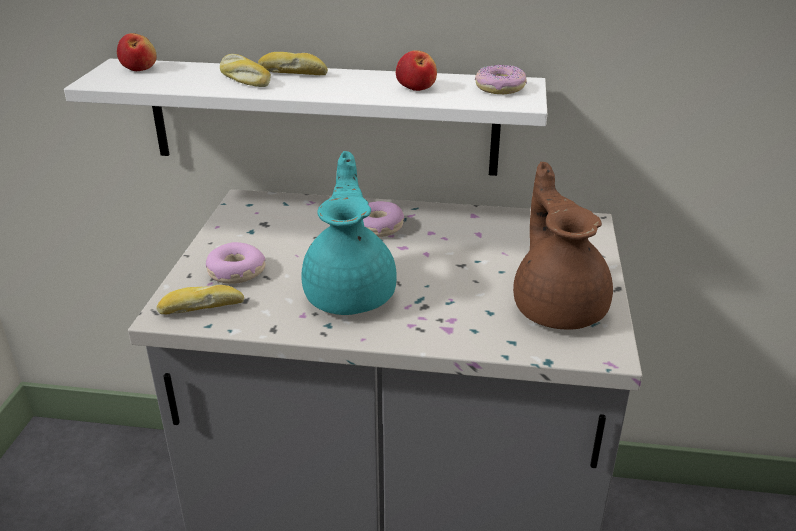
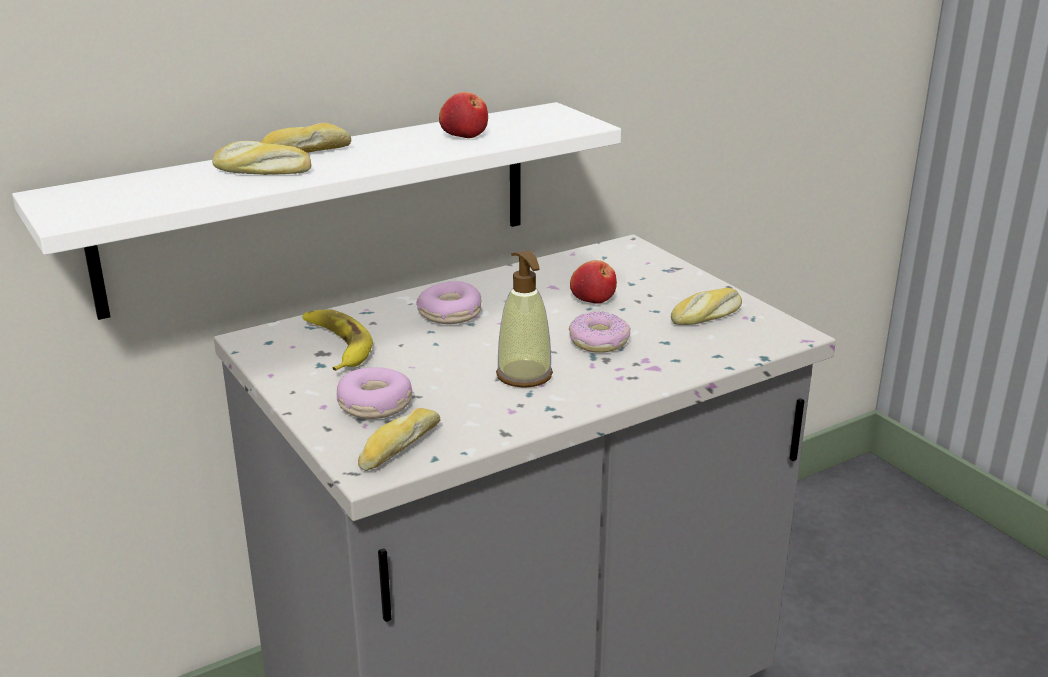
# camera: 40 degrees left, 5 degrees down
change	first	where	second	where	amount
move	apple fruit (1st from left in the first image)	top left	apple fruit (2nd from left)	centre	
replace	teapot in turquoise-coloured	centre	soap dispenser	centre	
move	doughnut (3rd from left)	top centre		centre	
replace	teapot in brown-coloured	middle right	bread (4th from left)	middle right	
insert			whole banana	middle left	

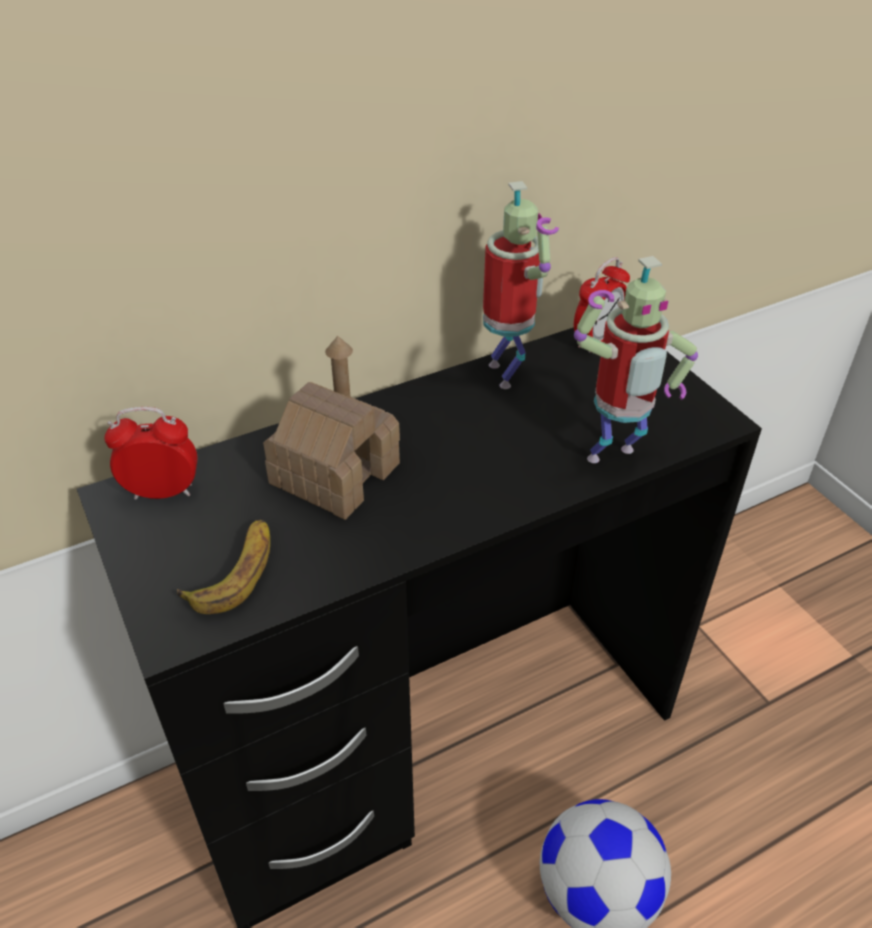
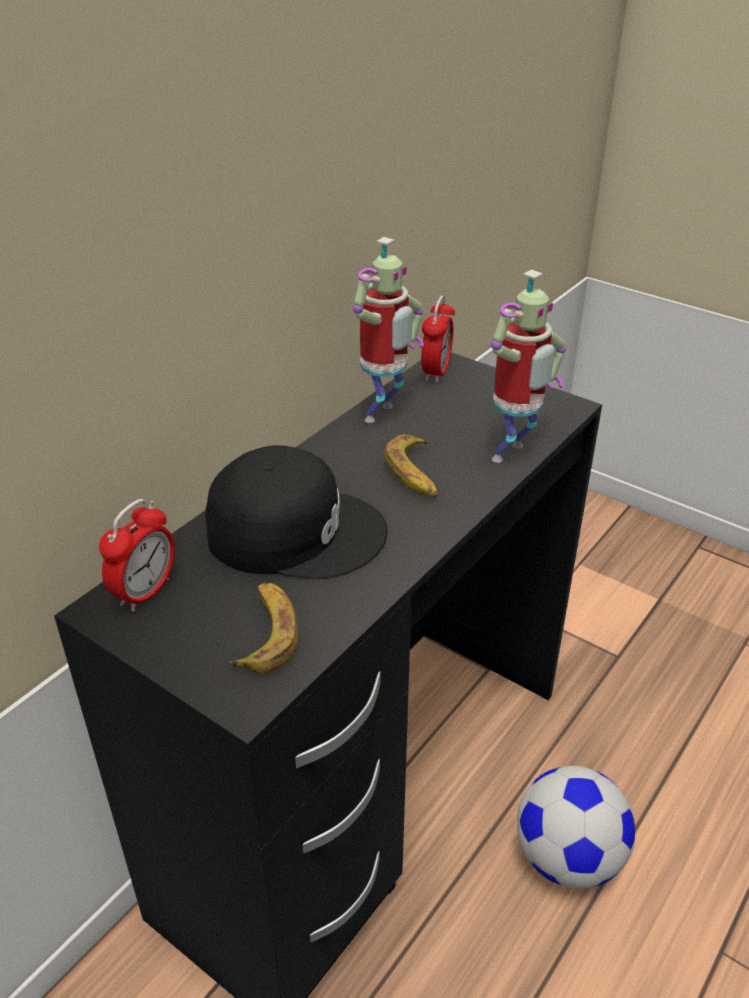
# camera: 25 degrees left, 5 degrees down
change	first	where	second	where	amount
rotate	alarm clock (1st from left)	middle left		middle left	150 degrees clockwise
replace	miniature house	centre	cap in blackish	centre	
rotate	model robot (1st from left)	top centre		top centre	75 degrees clockwise
insert			whole banana (2nd from left)	centre	

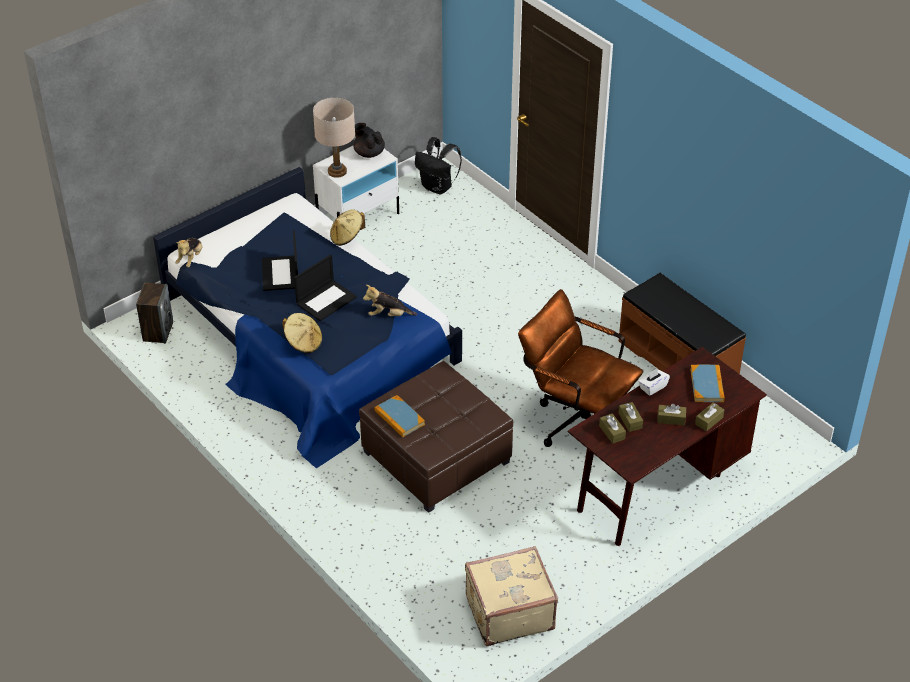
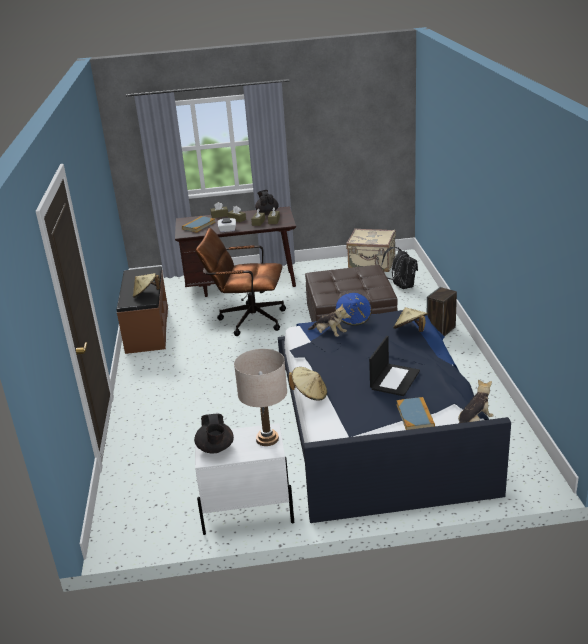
# camera: 145 degrees left, 15 degrees down
change	first	where	second	where	amount
move	speaker	middle left		middle right	
delete	portable computer (2nd from left)	centre			
move	book (1st from left in the first image)	centre	book (2nd from left)	middle right	
move	rucksack in blackish	top centre		middle right	
rotate	desk chair in brown-coloured	centre		centre	120 degrees clockwise
insert			wearable hat in beige (1st from left)	middle left	
insert			teapot in blackish (2nd from left)	top centre	
insert			wearable hat in blue-coloured	centre	

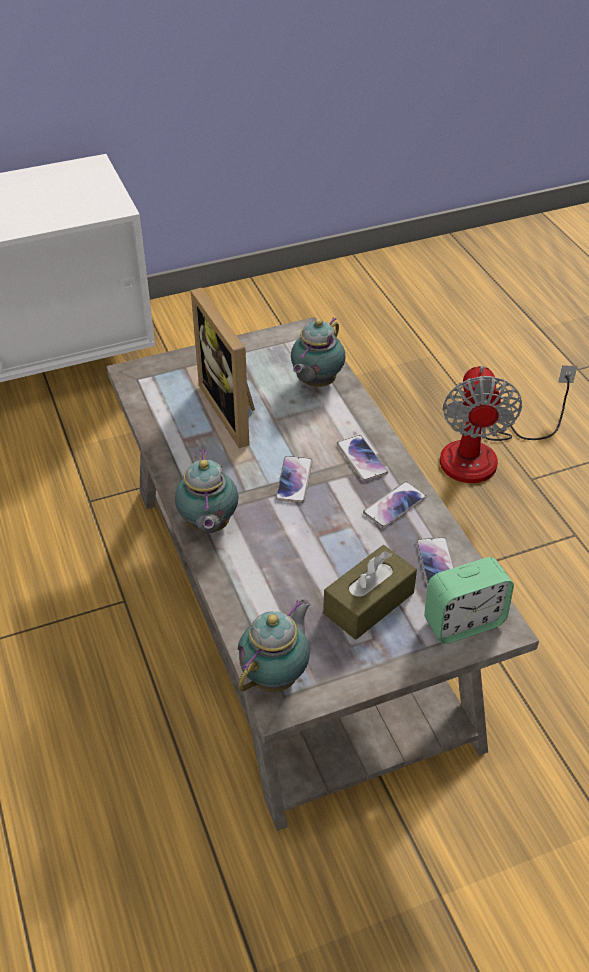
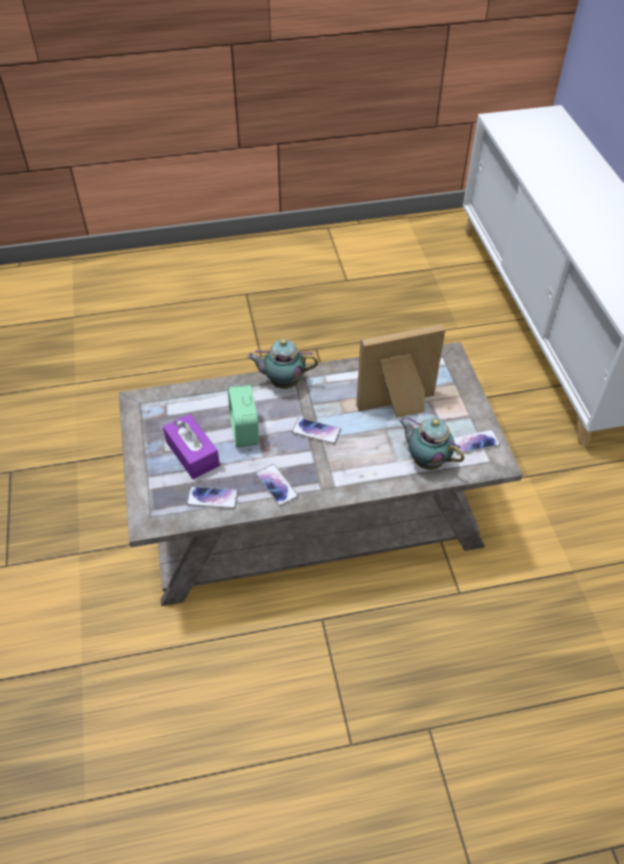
# camera: 100 degrees right, 5 degrees up
change	first	where	second	where	amount
delete	teapot (2nd from left)	centre			
recolor	tissue holder in brown-coloured	centre	tissue holder in purple	middle left	
move	telephone (2nd from left in the first image)	centre	telephone (4th from left)	middle right	
move	alarm clock	middle right		centre	
delete	electric fan	middle right			

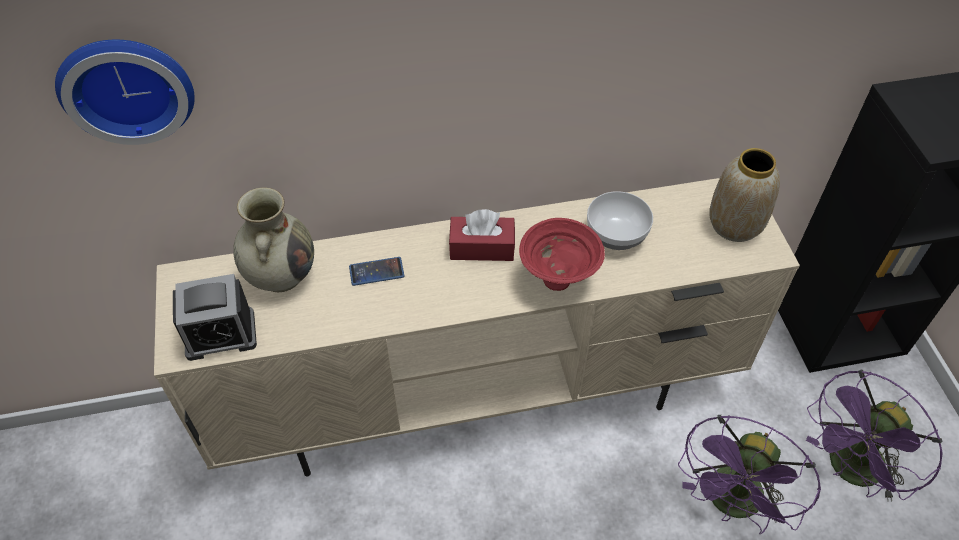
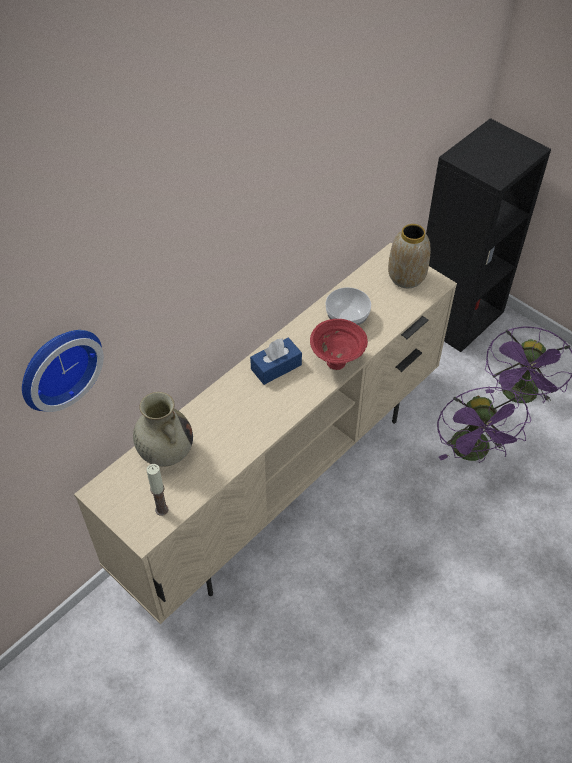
# camera: 35 degrees left, 0 degrees up
change	first	where	second	where	amount
replace	alarm clock	middle left	wax light	middle left	
delete	telephone	centre			
recolor	tissue holder in red-coloured	centre	tissue holder in blue-coloured	centre	

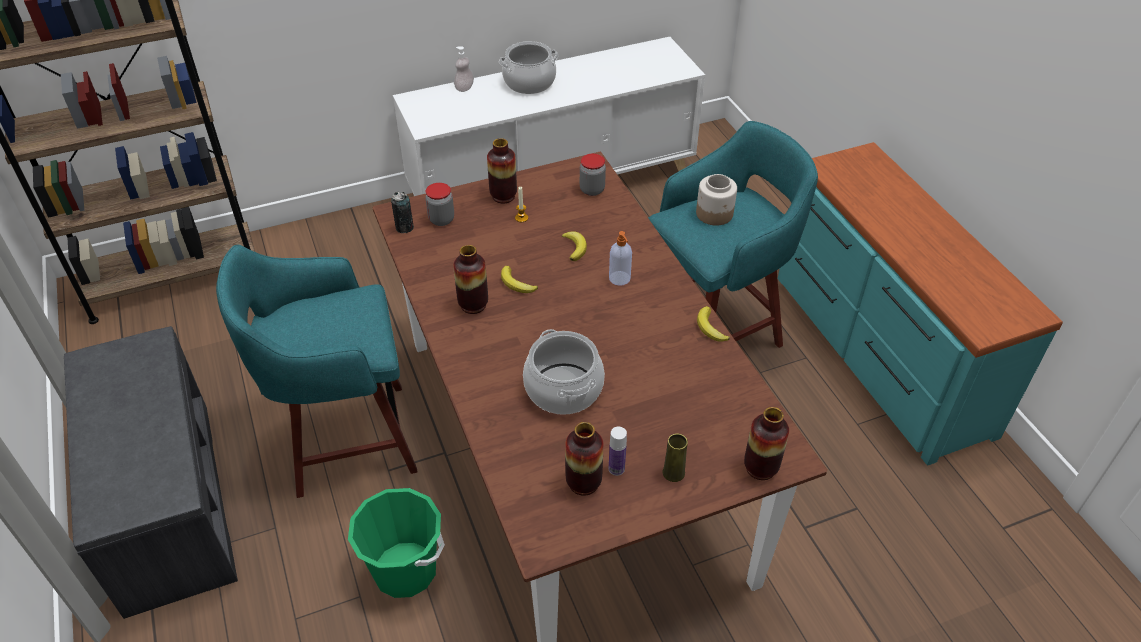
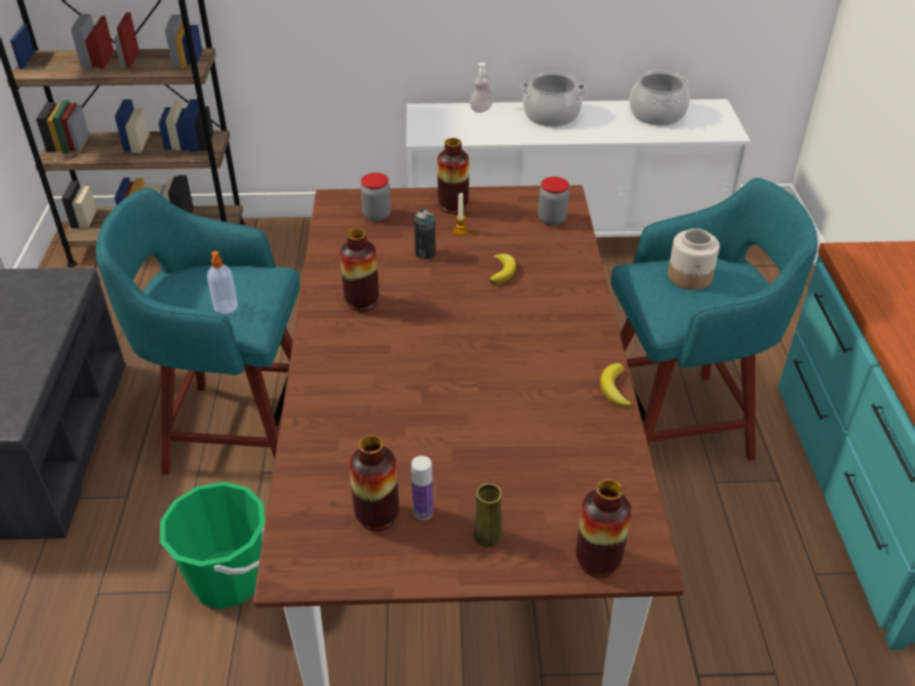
# camera: 20 degrees right, 5 degrees down
change	first	where	second	where	amount
move	can	top centre		centre	
delete	whole banana (1st from left)	centre			
move	saucepot (2nd from left)	centre		top right	
move	soap dispenser (2nd from left in the first image)	centre	soap dispenser (1st from left)	middle left	

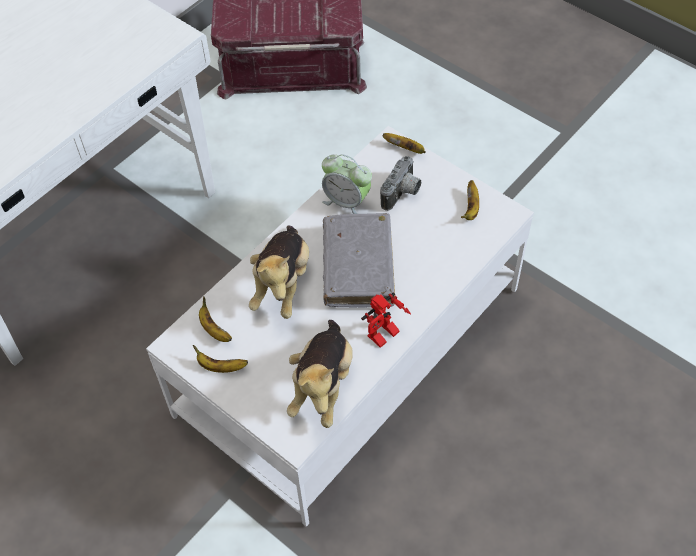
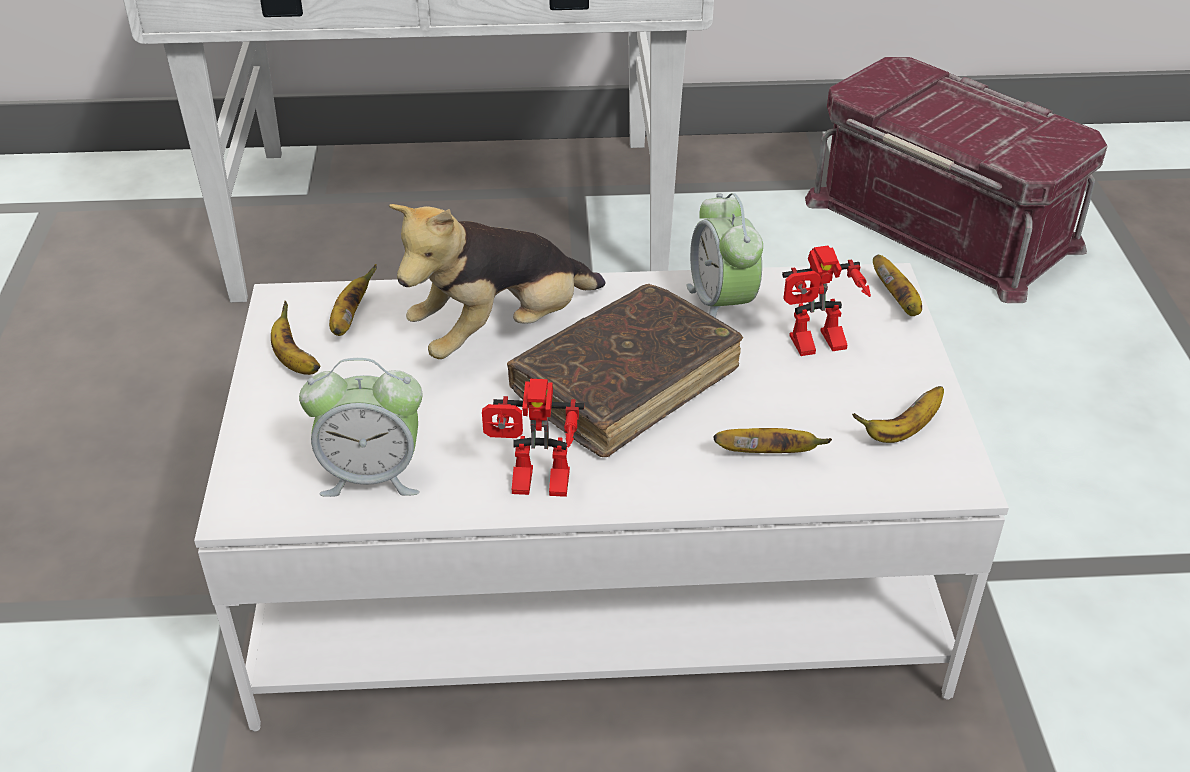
# camera: 45 degrees right, 15 degrees down
change	first	where	second	where	amount
replace	cuddly toy (2nd from left)	bottom centre	alarm clock (1st from left)	middle left	
recolor	book in grey	centre	book in brown-coloured	centre	
replace	still camera	top centre	model robot (2nd from left)	middle right	
insert			whole banana (3rd from left)	centre	

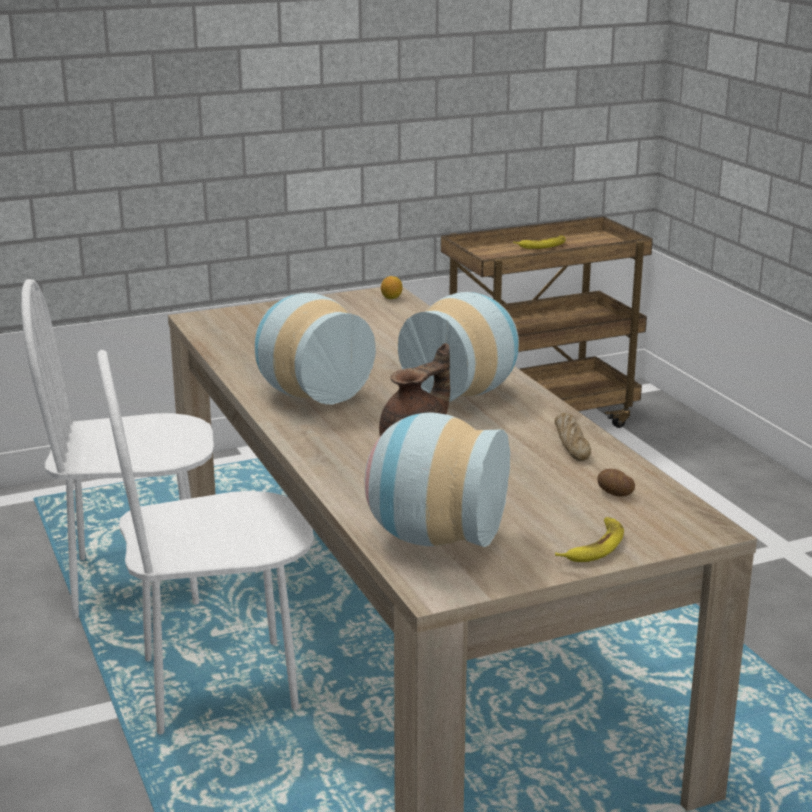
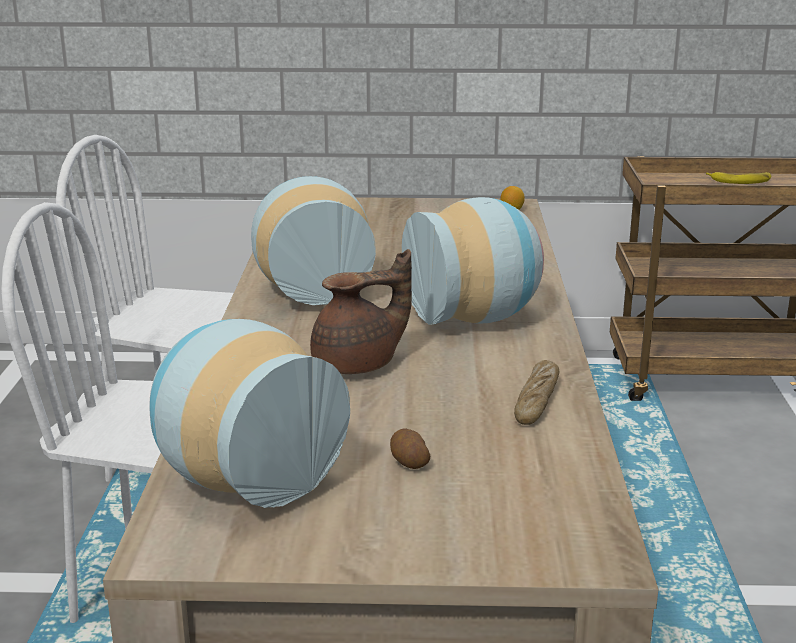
# camera: 25 degrees right, 0 degrees up
change	first	where	second	where	amount
delete	whole banana (2nd from left)	middle right			
move	whole potato	middle right		bottom centre	

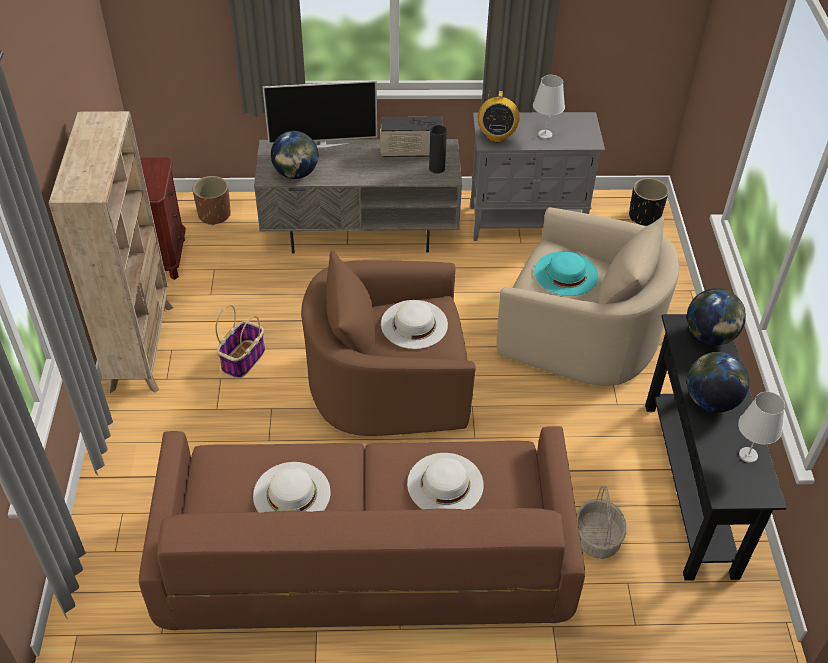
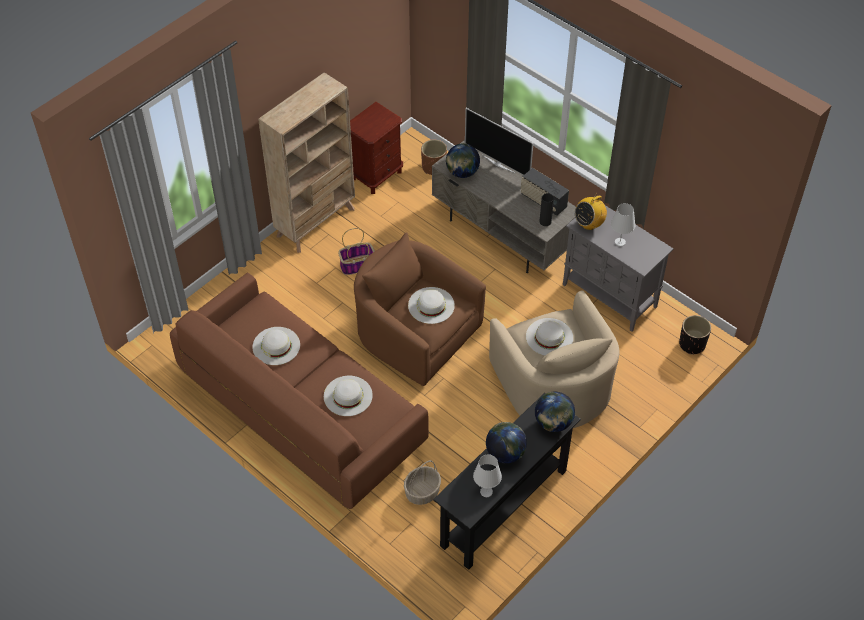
# camera: 45 degrees right, 5 degrees up
change	first	where	second	where	amount
recolor	wearable hat in turquoise-coloured	middle right	wearable hat in white (4th from left)	centre	

